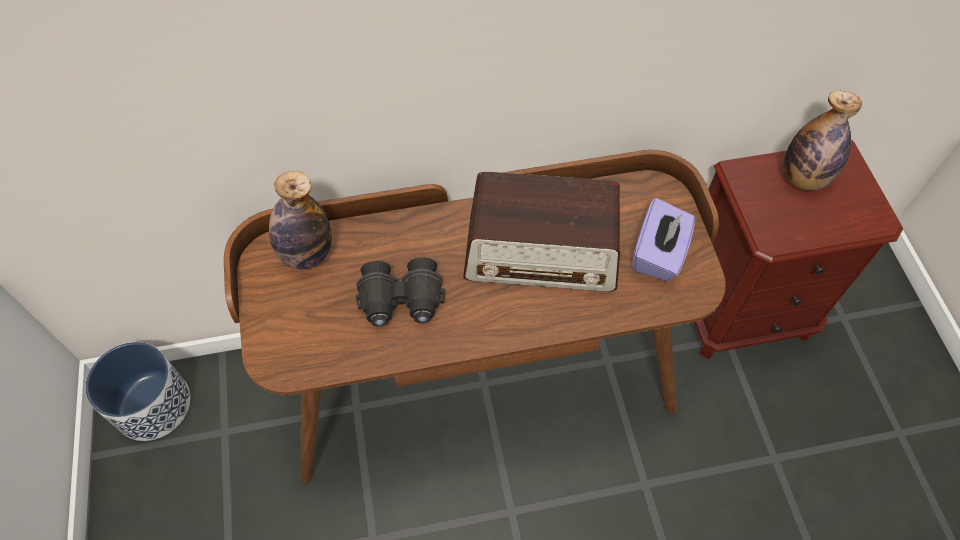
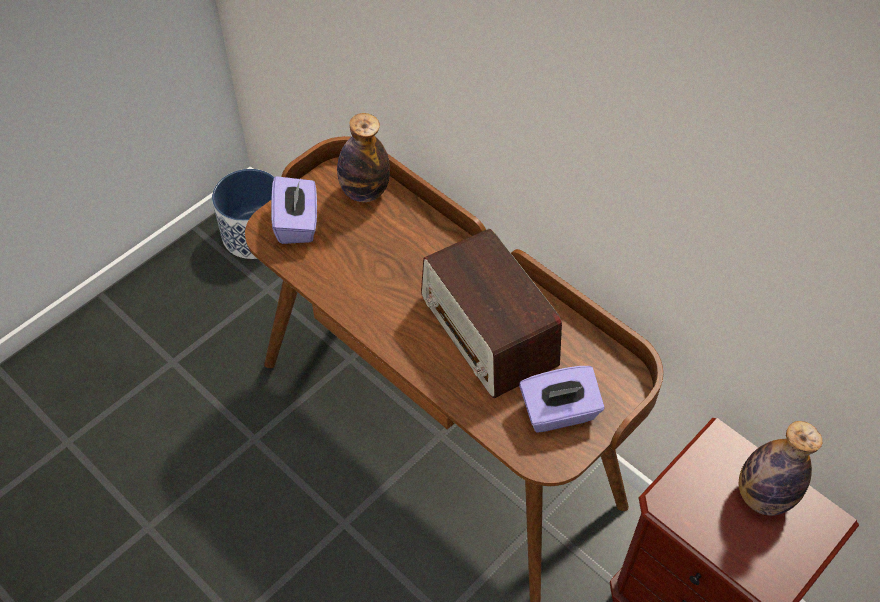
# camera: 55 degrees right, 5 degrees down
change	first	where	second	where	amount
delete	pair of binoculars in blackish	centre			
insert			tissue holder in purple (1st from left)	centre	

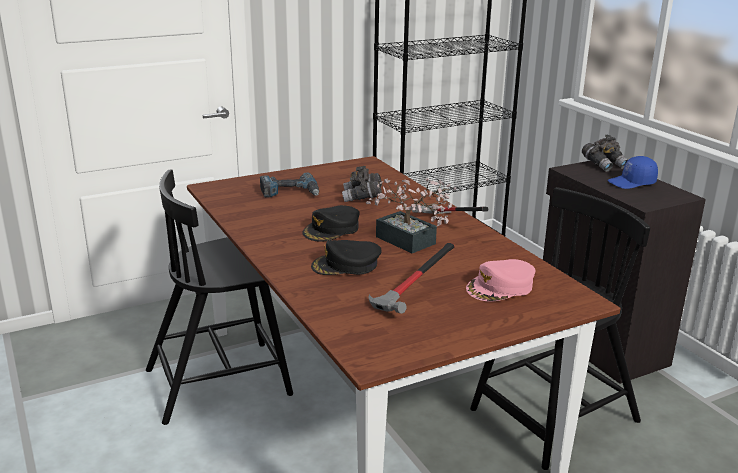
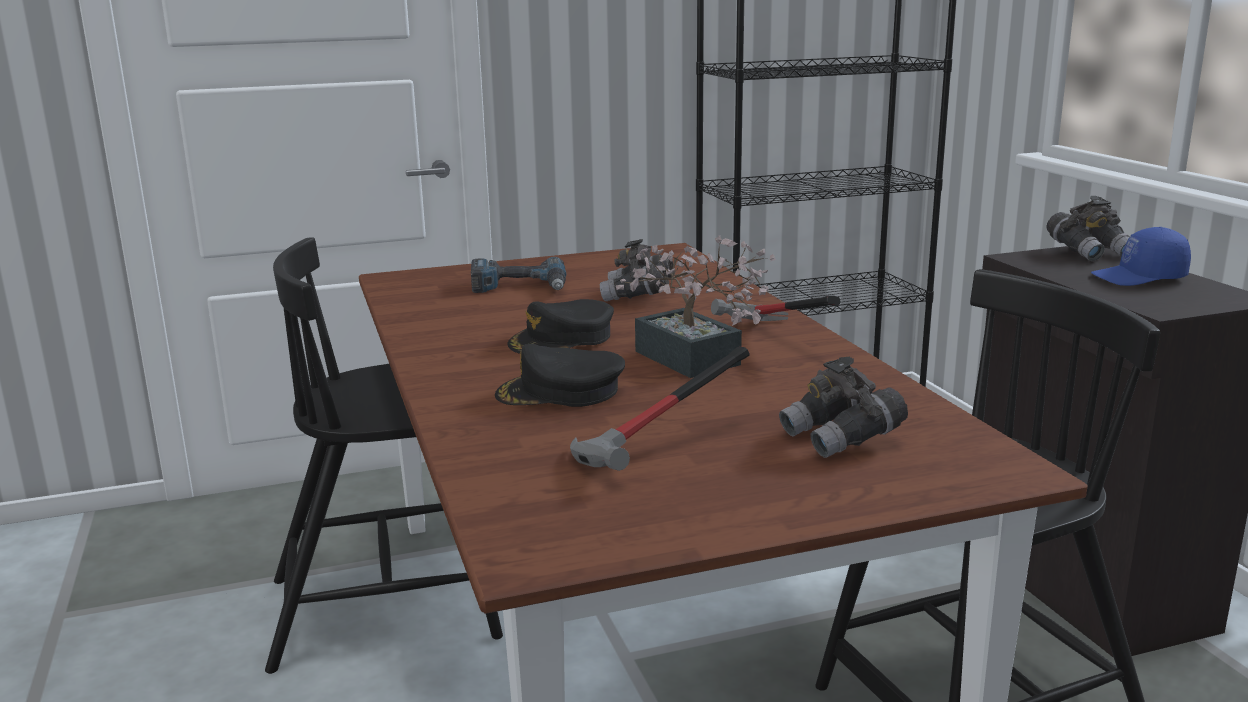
# camera: 10 degrees right, 5 degrees down
change	first	where	second	where	amount
replace	cap in pink	middle right	pair of binoculars in grey (2nd from left)	middle right	

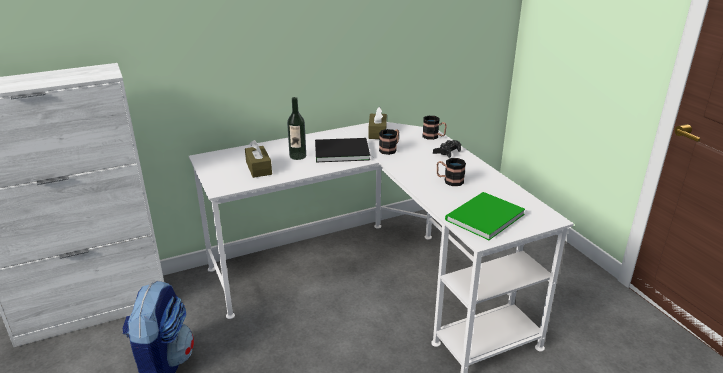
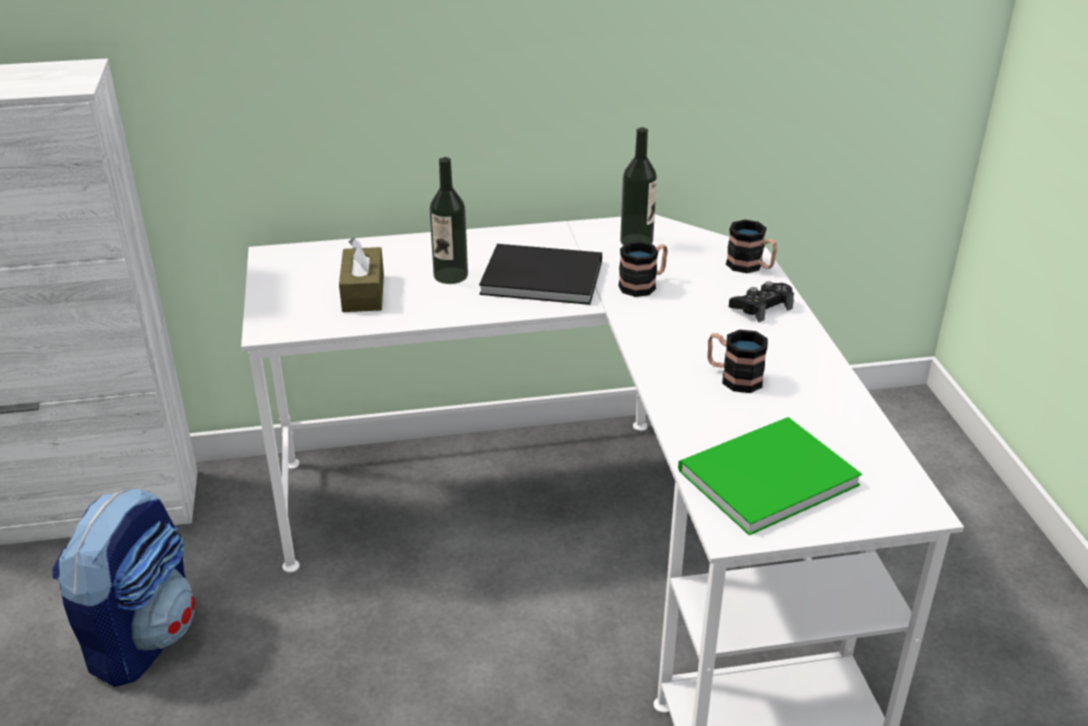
# camera: 15 degrees right, 5 degrees up
change	first	where	second	where	amount
replace	tissue holder in brown-coloured (2nd from left)	top centre	bottle (2nd from left)	top centre	

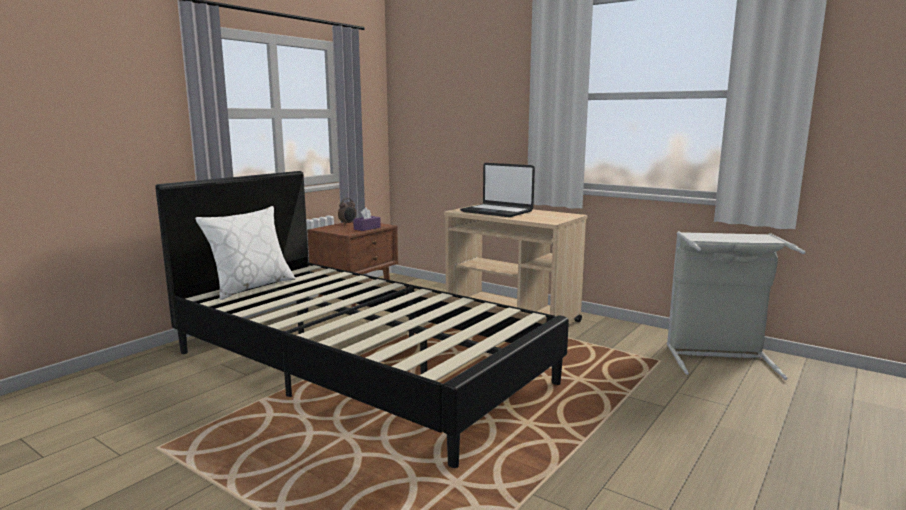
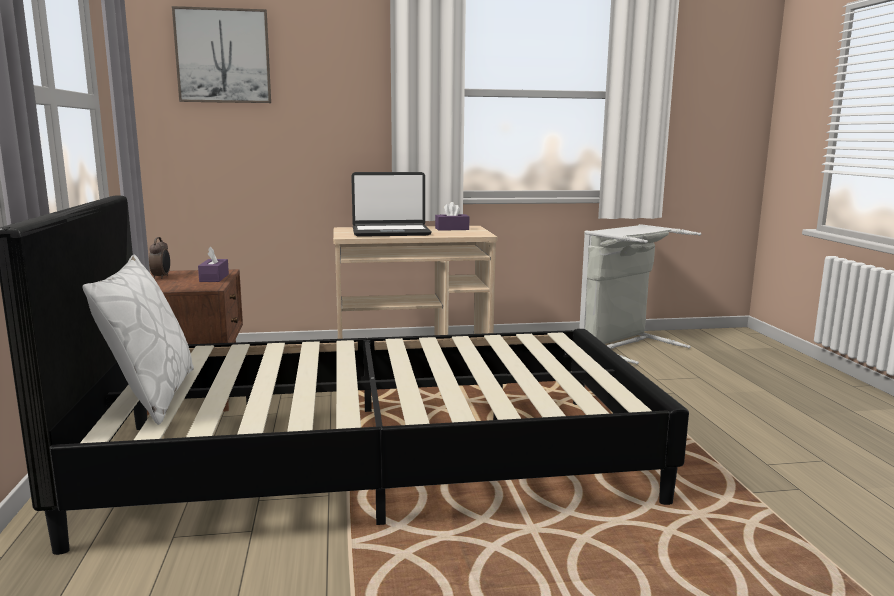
# camera: 45 degrees left, 0 degrees up
change	first	where	second	where	amount
insert			picture	top left	
insert			tissue holder in purple (2nd from left)	centre	

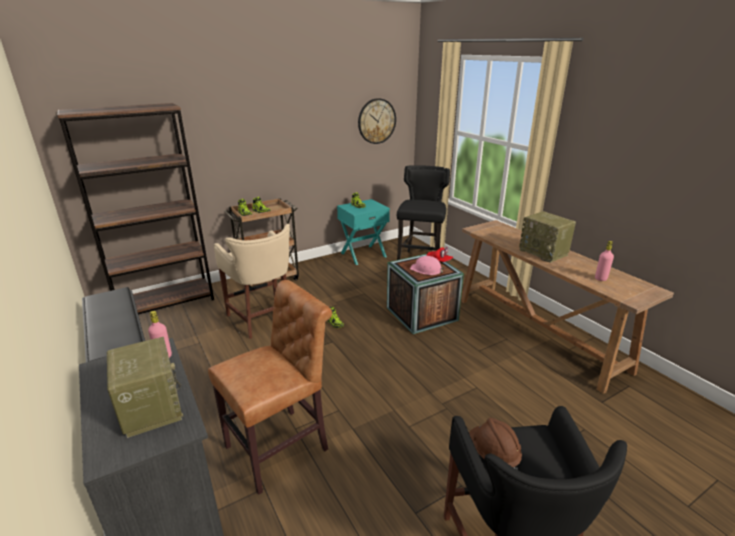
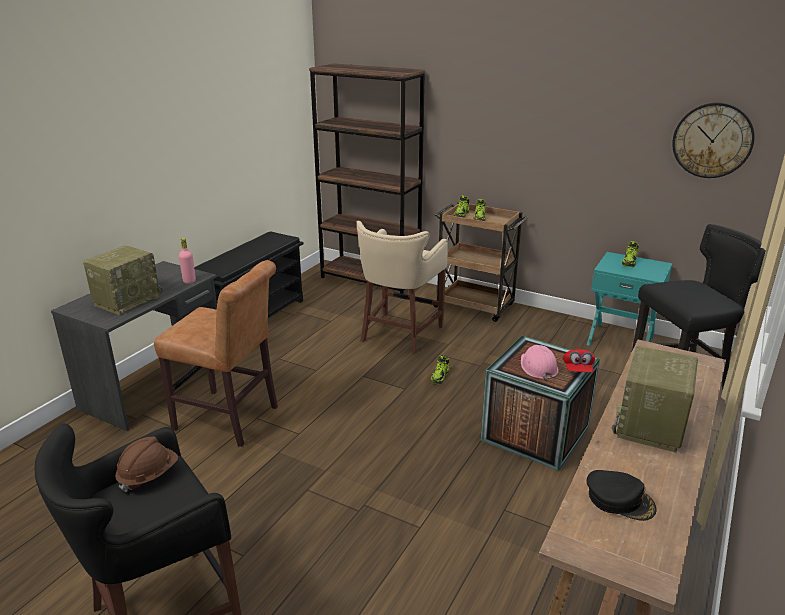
# camera: 60 degrees right, 0 degrees up
change	first	where	second	where	amount
replace	bottle in pink (2nd from left)	middle right	cap in blackish	bottom right	

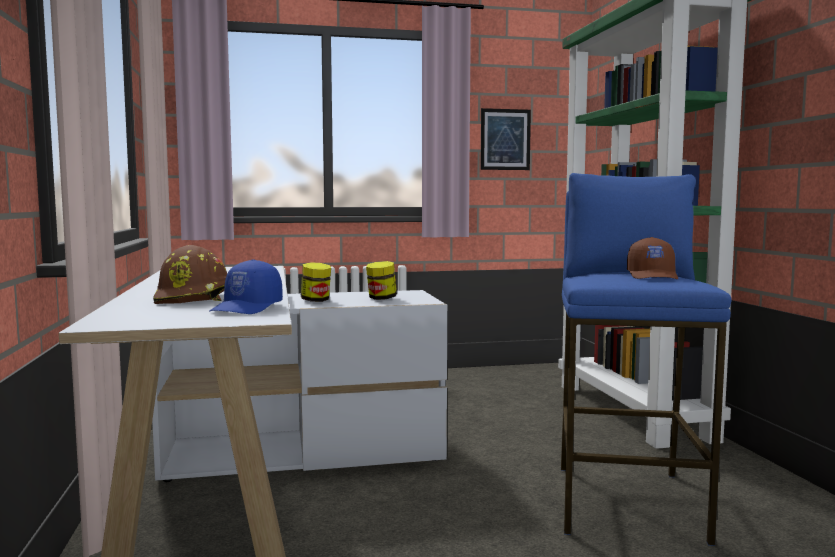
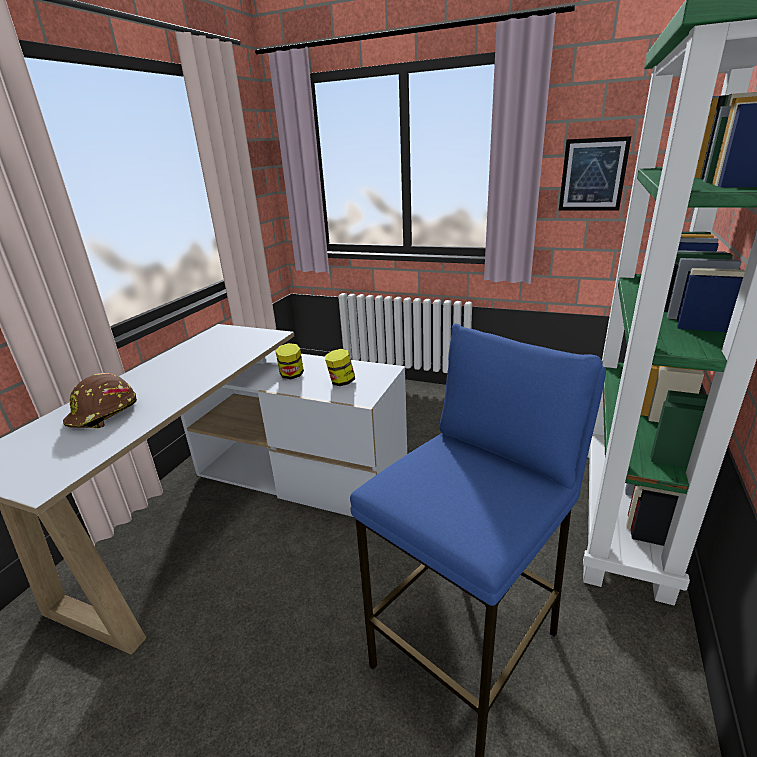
# camera: 35 degrees right, 20 degrees up
change	first	where	second	where	amount
delete	cap in blue-coloured	middle left			
delete	cap in brown-coloured	middle right			

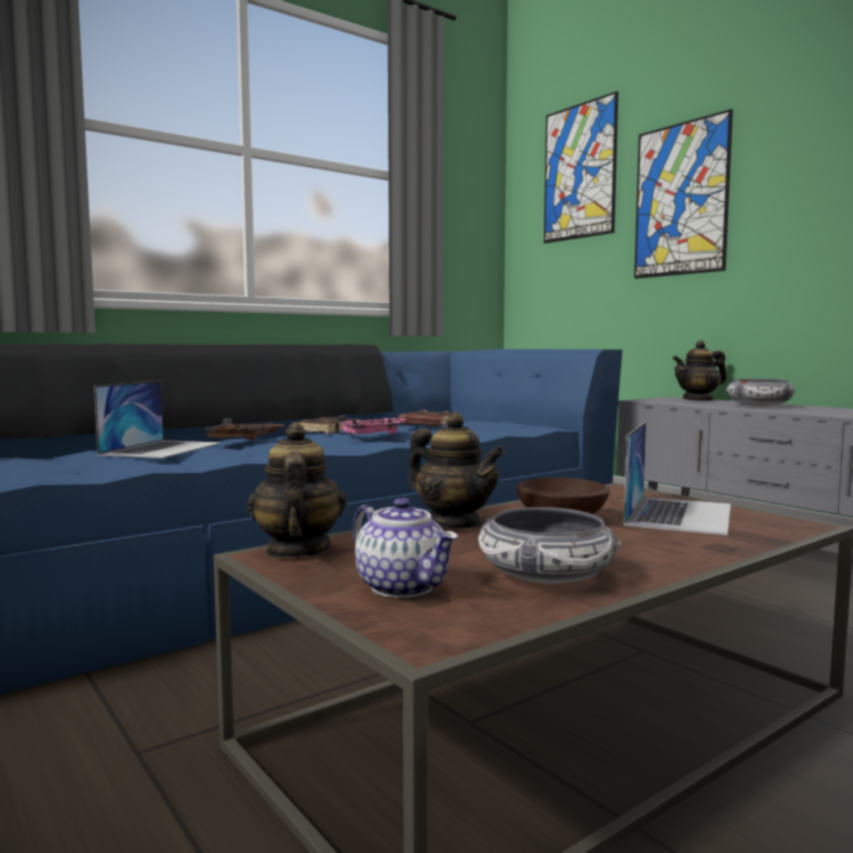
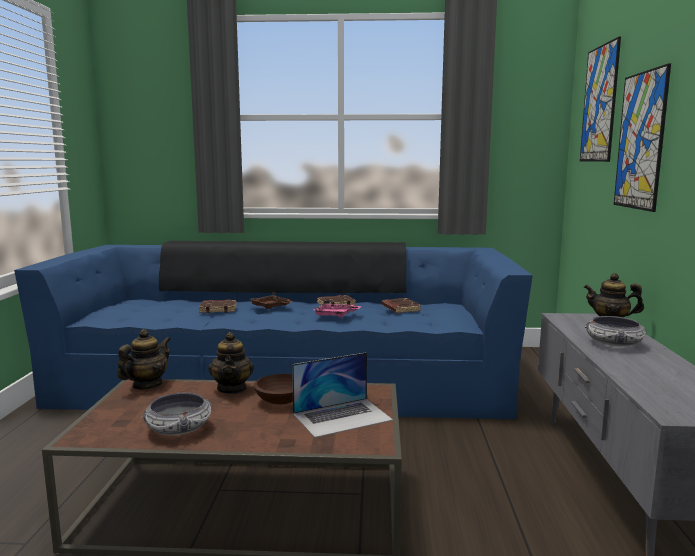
# camera: 40 degrees right, 5 degrees up
change	first	where	second	where	amount
replace	portable computer (1st from left)	middle left	book in brown-coloured (1st from left)	middle left	
delete	teapot (2nd from left)	centre			

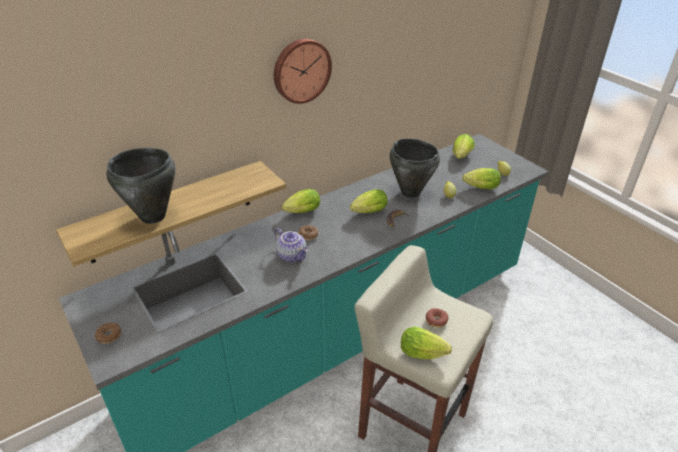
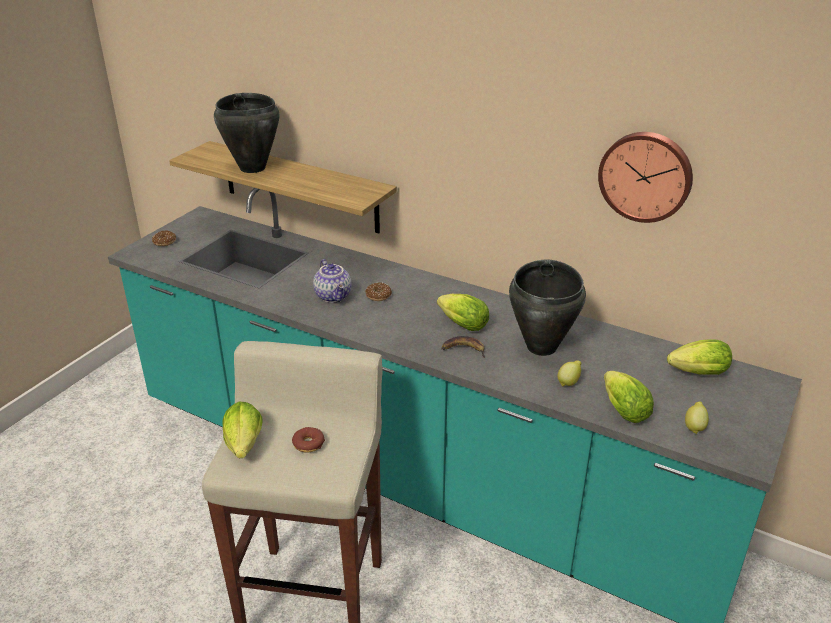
# camera: 65 degrees right, 5 degrees down
change	first	where	second	where	amount
move	clock on the wall	top centre		top right	
rotate	teapot	centre		centre	45 degrees counterclockwise
delete	lettuce (1st from left)	centre			

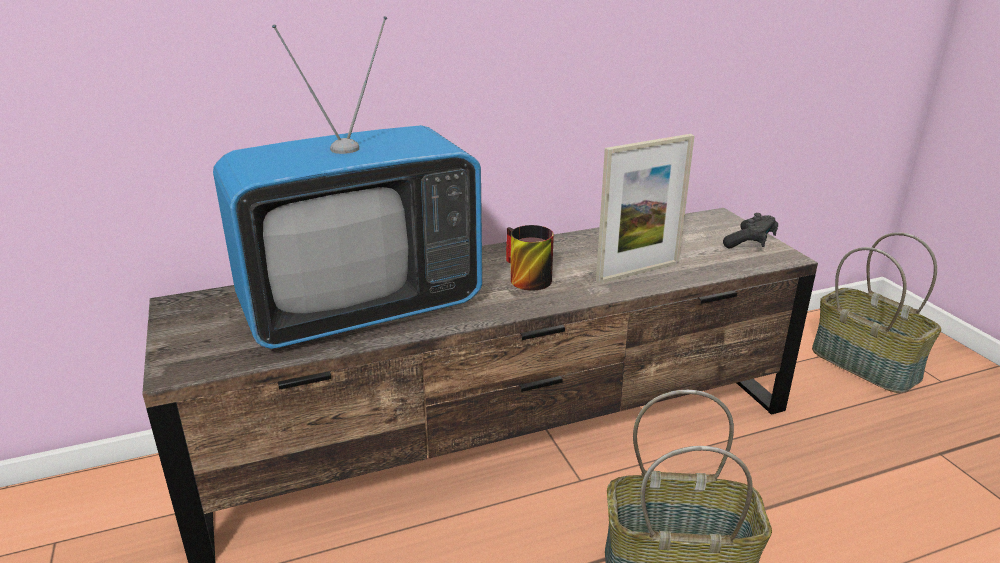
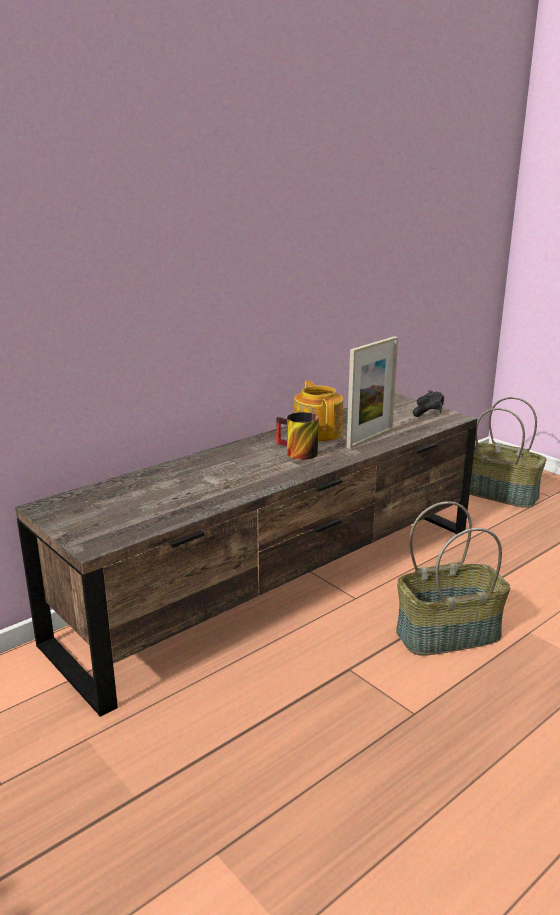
# camera: 20 degrees left, 5 degrees down
change	first	where	second	where	amount
delete	TV	top centre			
insert			teapot	centre	

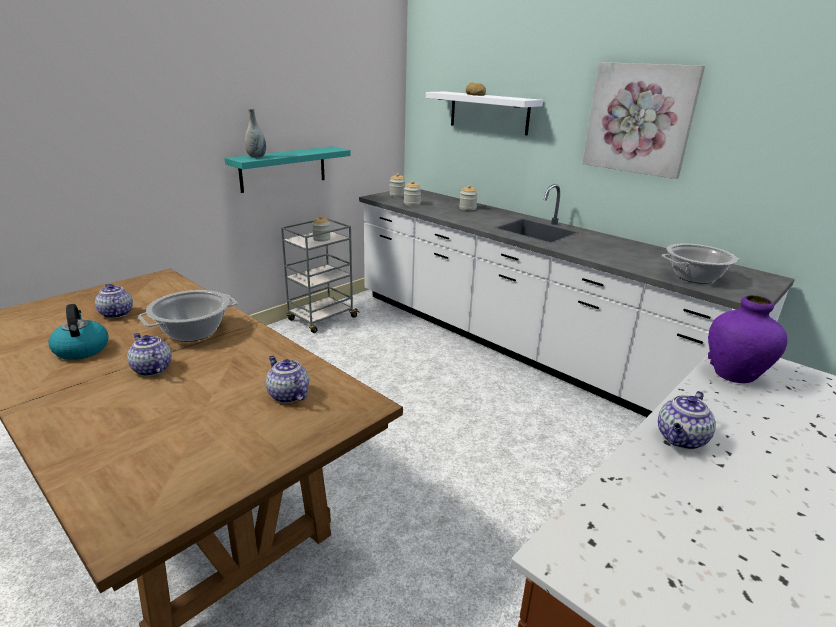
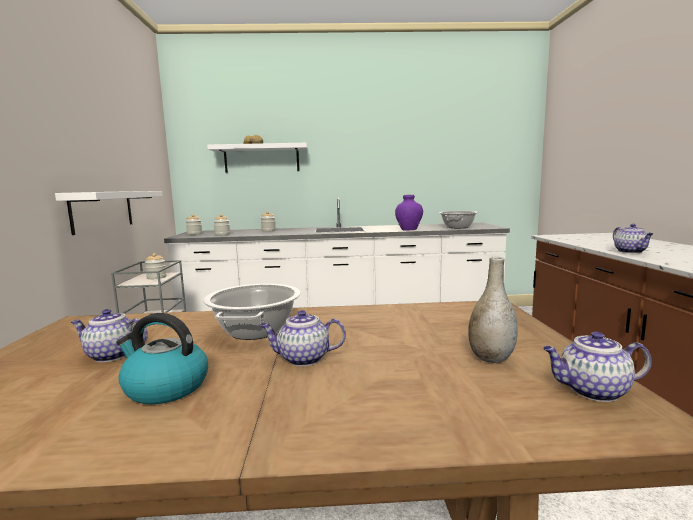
# camera: 45 degrees left, 15 degrees down
change	first	where	second	where	amount
recolor	shelf in turquoise-coloured	top centre	shelf in white (1st from left)	middle left	
move	vase in grey	top left		middle right	
move	teapot (3rd from left)	centre		bottom right	
delete	picture	top right			
move	vase in purple	middle right		centre	

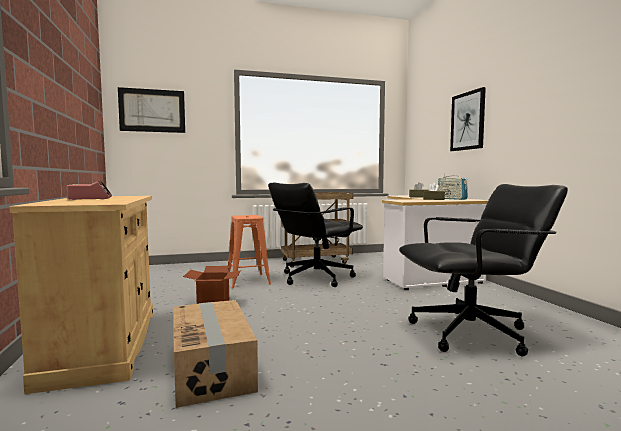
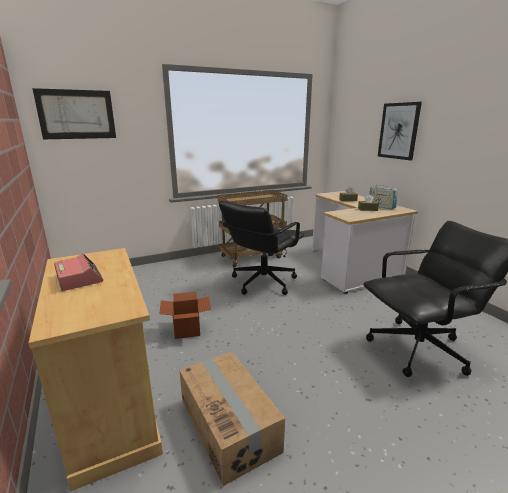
# camera: 10 degrees left, 15 degrees up
change	first	where	second	where	amount
delete	sitting stool in orangey	centre			

